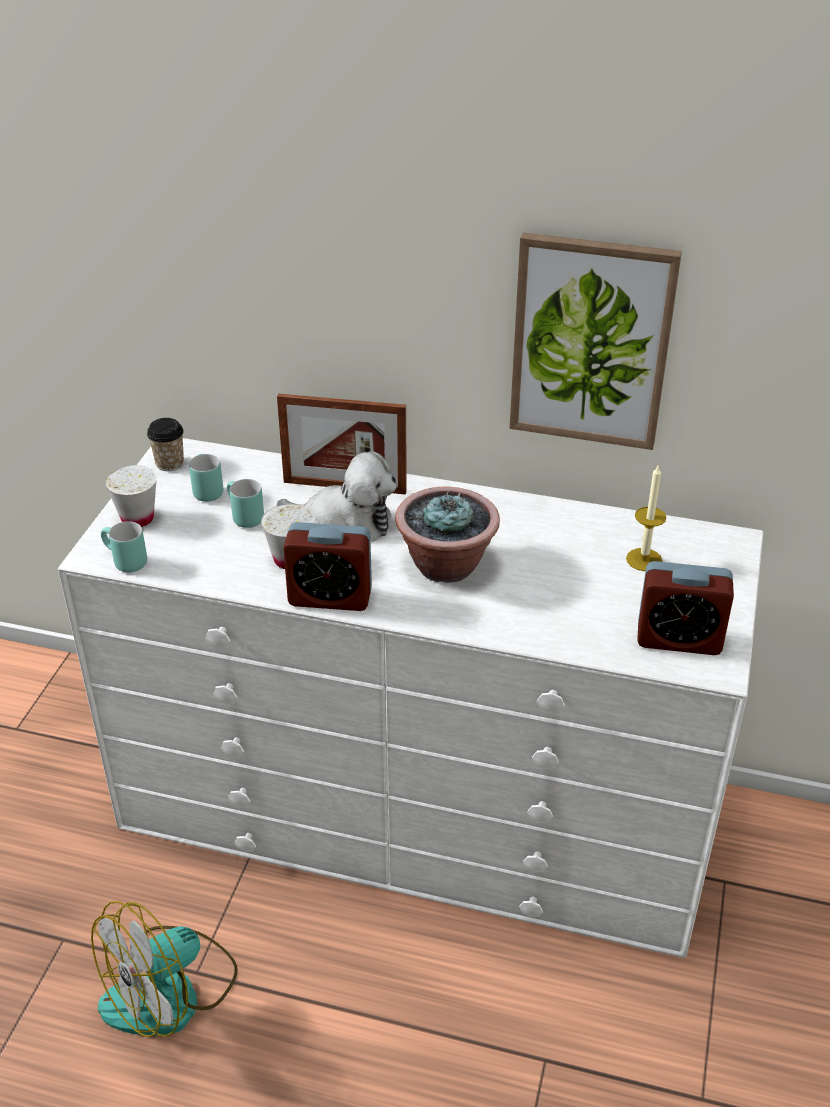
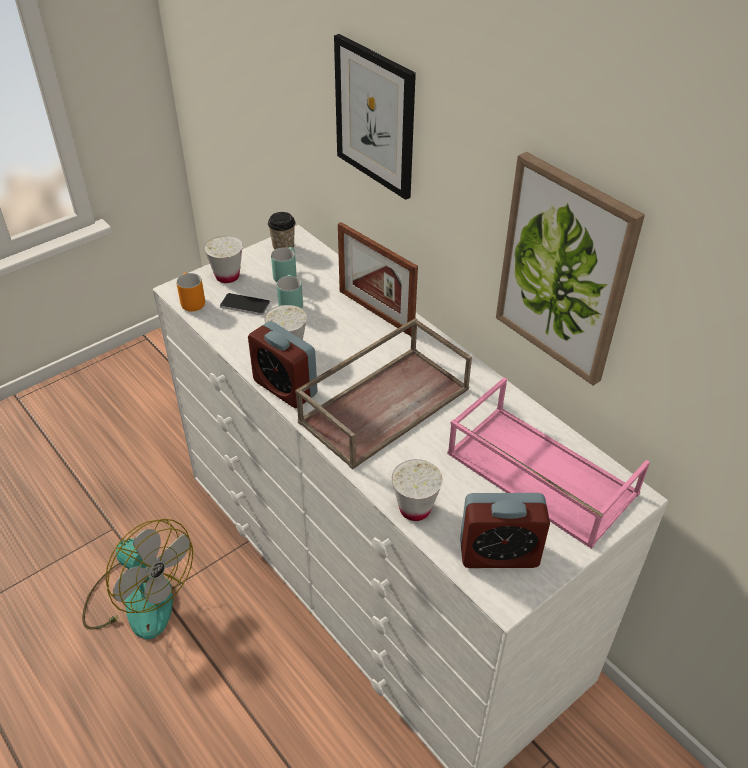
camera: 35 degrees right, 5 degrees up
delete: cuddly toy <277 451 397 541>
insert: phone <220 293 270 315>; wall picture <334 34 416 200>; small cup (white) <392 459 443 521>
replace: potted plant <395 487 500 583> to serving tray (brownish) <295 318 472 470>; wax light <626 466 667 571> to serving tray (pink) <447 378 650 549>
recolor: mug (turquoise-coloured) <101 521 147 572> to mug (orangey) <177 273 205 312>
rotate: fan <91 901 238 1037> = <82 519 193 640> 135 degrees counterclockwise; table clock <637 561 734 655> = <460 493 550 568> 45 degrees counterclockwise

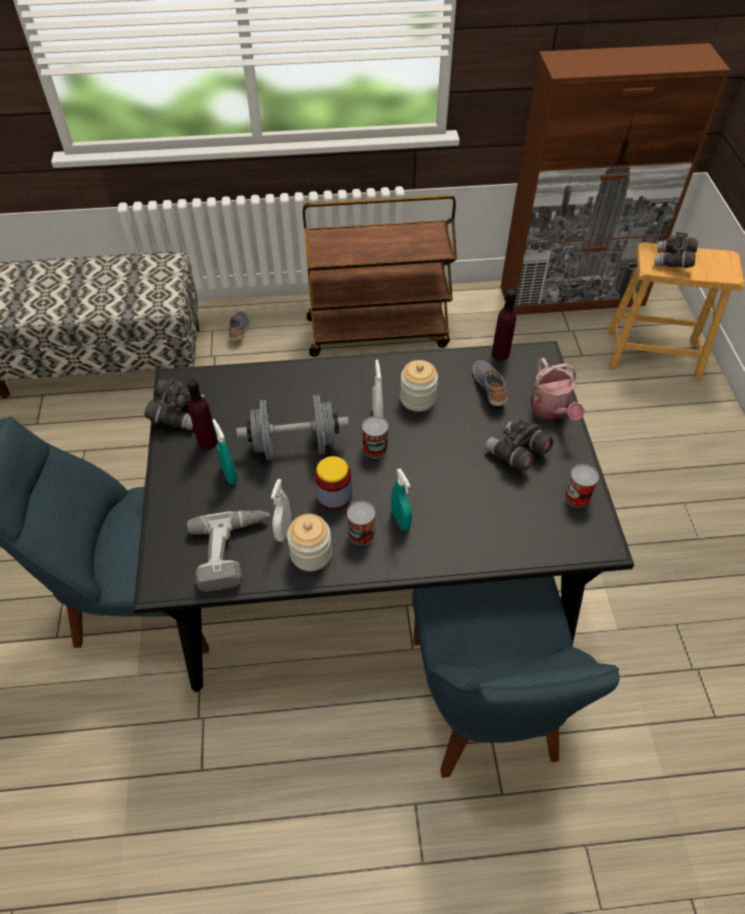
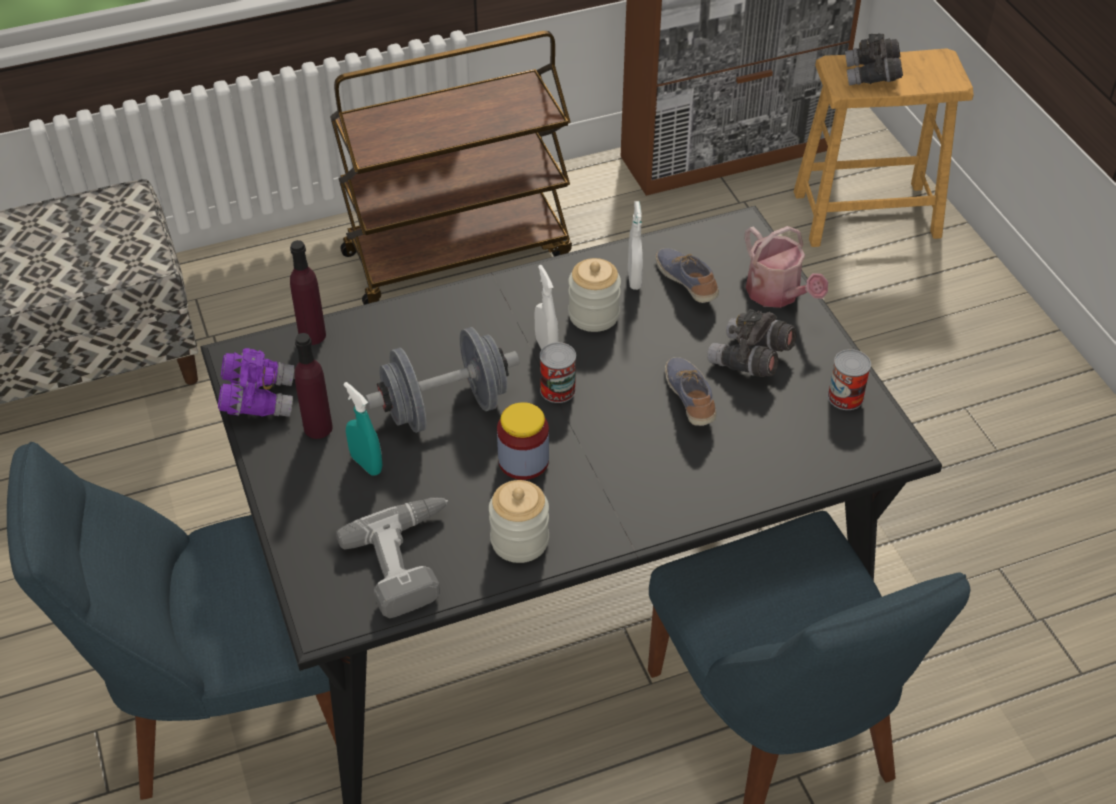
camera: 15 degrees left, 5 degrees down
delete: sealed can <347 501 375 545>; hand sprayer (turquoise-coloured) <391 469 412 531>
move: item of footwear <228 311 250 341> to <665 357 716 426>; hand sprayer (white) <271 479 291 542> to <628 201 643 290>; bottle (purplish) <492 289 516 360> to <290 240 326 345>
recolor: pair of binoculars (gray) <144 379 205 430> to pair of binoculars (purplish) <218 348 294 417>

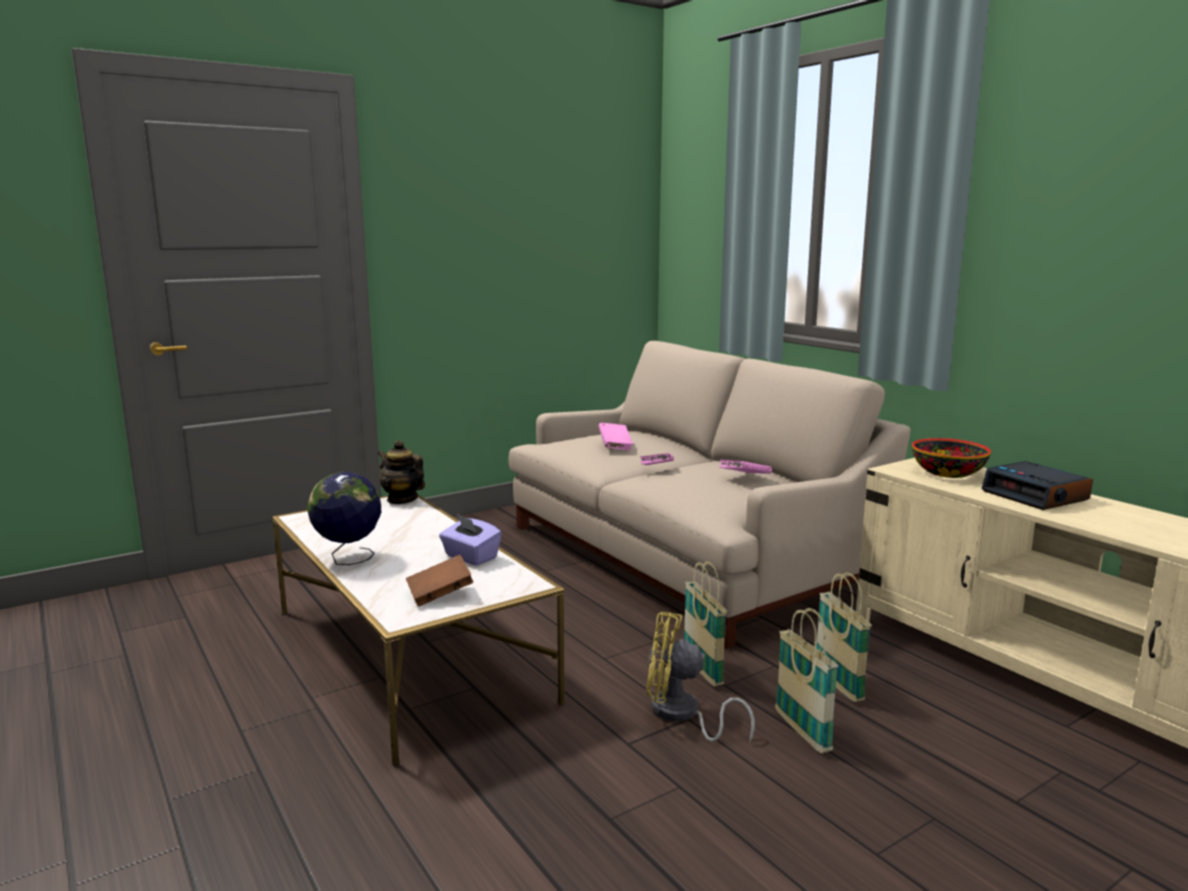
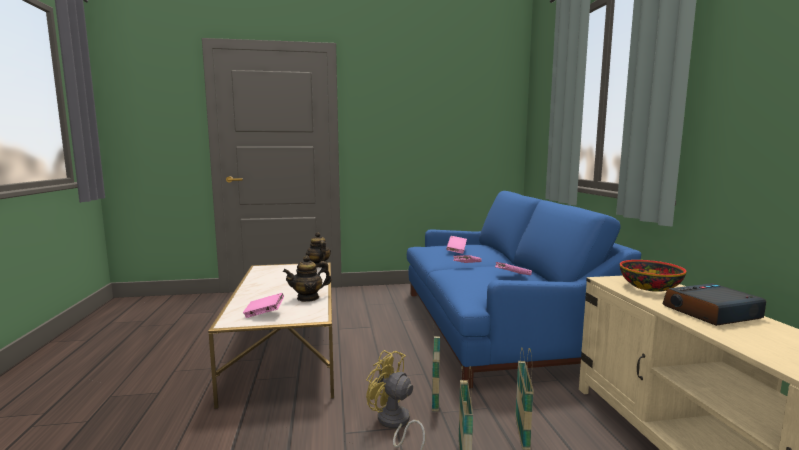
camera: 25 degrees right, 5 degrees down
delete: world globe <308 472 381 565>
replace: tissue holder (purplish) <439 514 502 566> to teapot <283 255 331 302>
recolor: volume (brownish) <406 555 474 606> to volume (pink) <243 293 284 318>; couch (sand-coloured) <509 341 911 649> to couch (blue-coloured) <407 191 641 388>
rotate: table clock <981 461 1093 510> = <662 283 766 326> 75 degrees clockwise

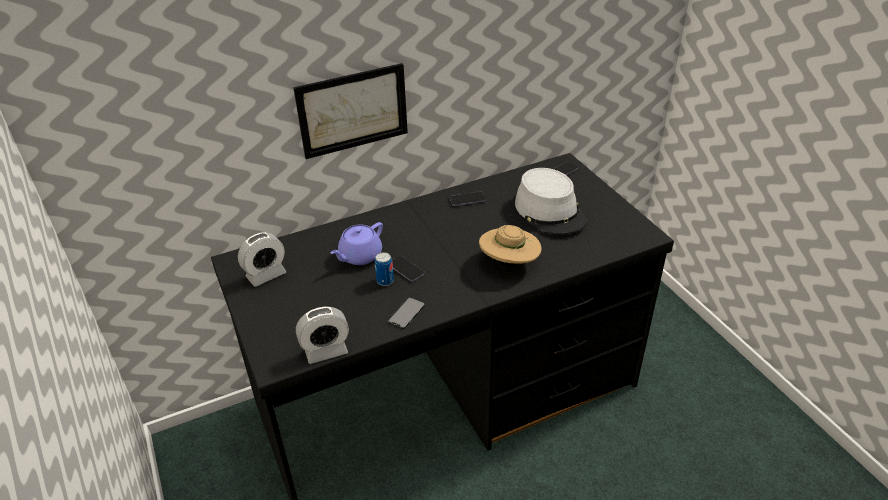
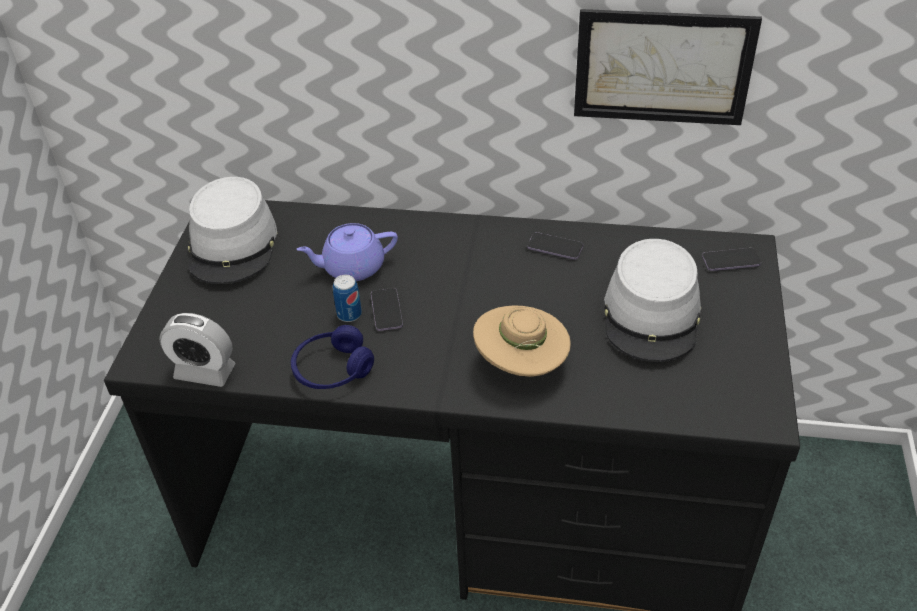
camera: 35 degrees right, 5 degrees up
move: wall picture <293 63 408 159> to <574 9 762 125>
replace: table clock <238 232 286 287> to clothing hat (gray) <188 177 277 284>; phone <388 297 425 329> to headset (blue-coloured) <291 325 374 389>

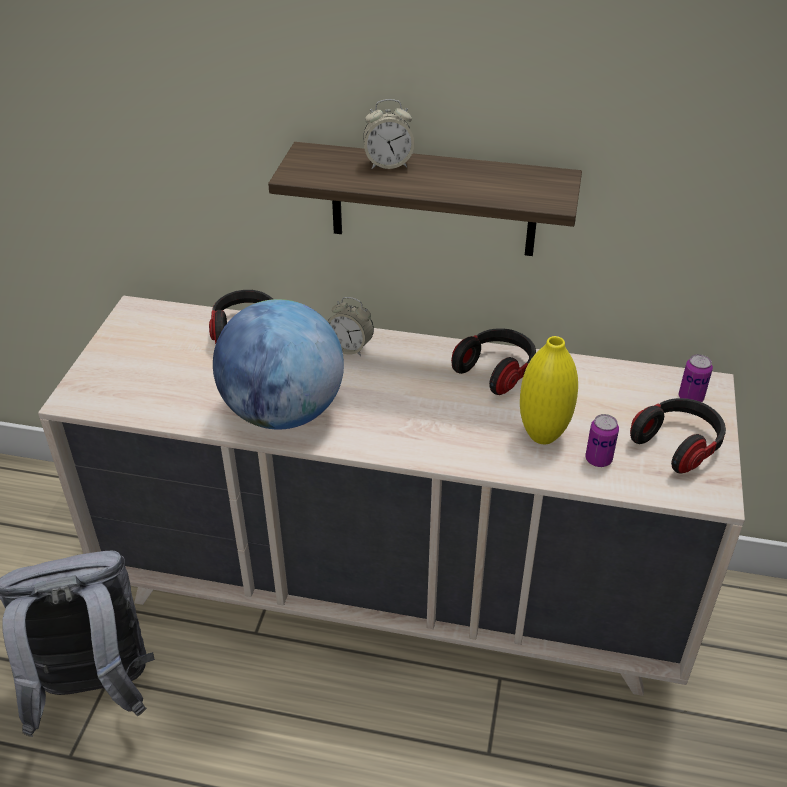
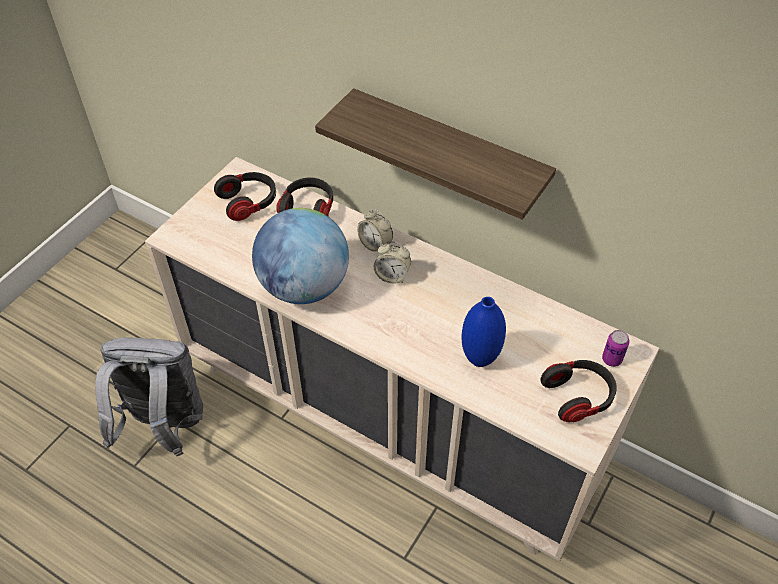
camera: 20 degrees right, 10 degrees up
delete: sealed can <585 414 619 467>
move: table clock <363 99 414 169> to <374 241 411 283>; headset <451 328 536 395> to <214 172 276 221>
recolor: decorative vase (yellowish) <520 336 578 444> to decorative vase (blue-coloured) <462 297 506 367>

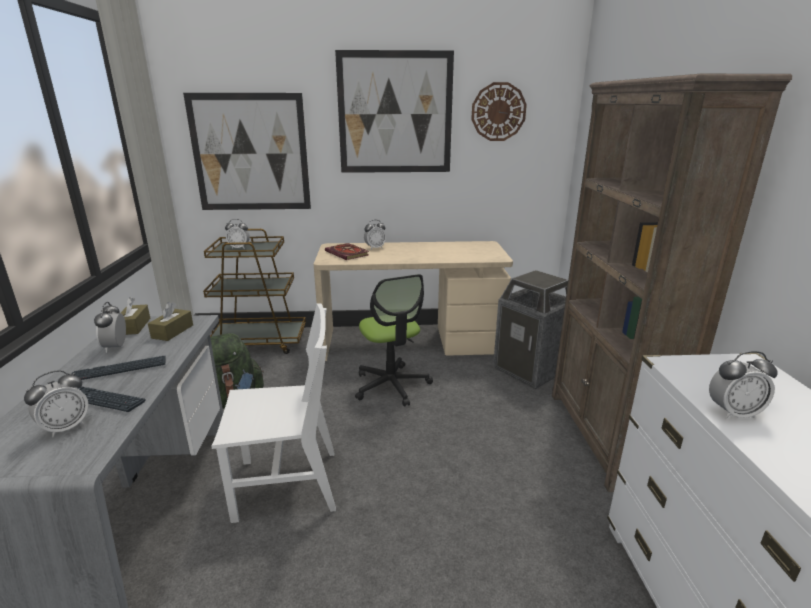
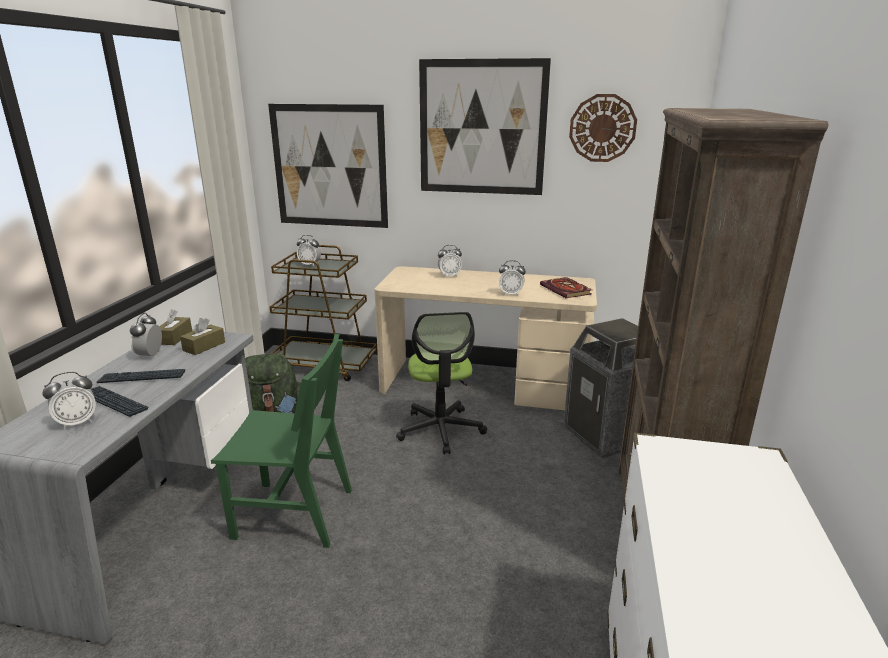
camera: 15 degrees right, 0 degrees up
move: volume <325 243 369 260> to <540 277 592 298>; table clock <709 351 778 419> to <499 260 526 295>
recolor: upright chair (white) <211 303 336 523> to upright chair (green) <211 334 352 548>

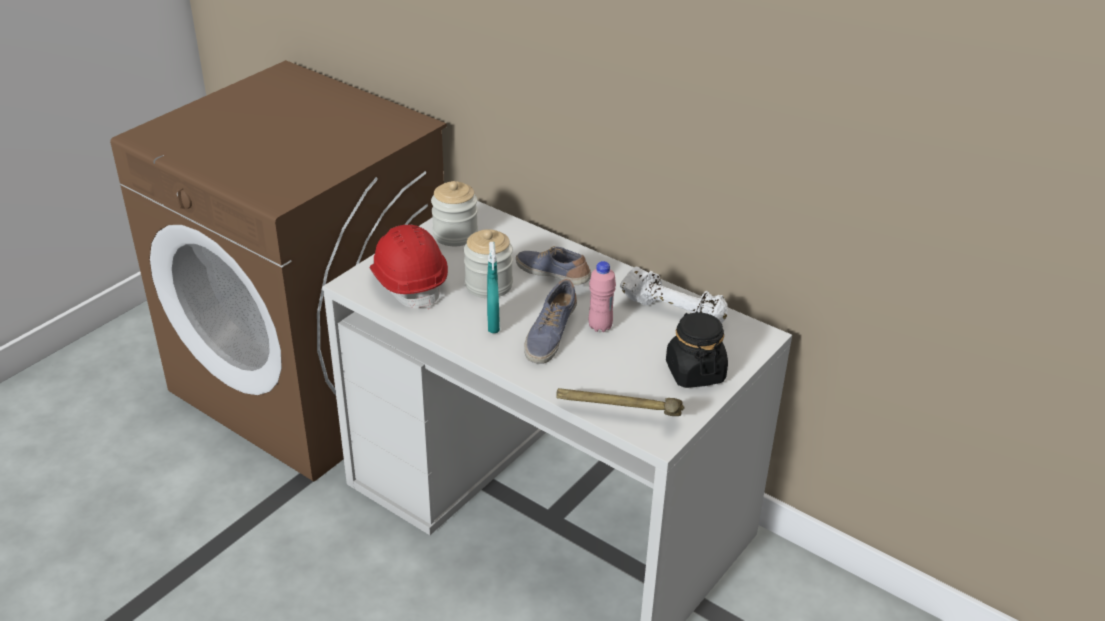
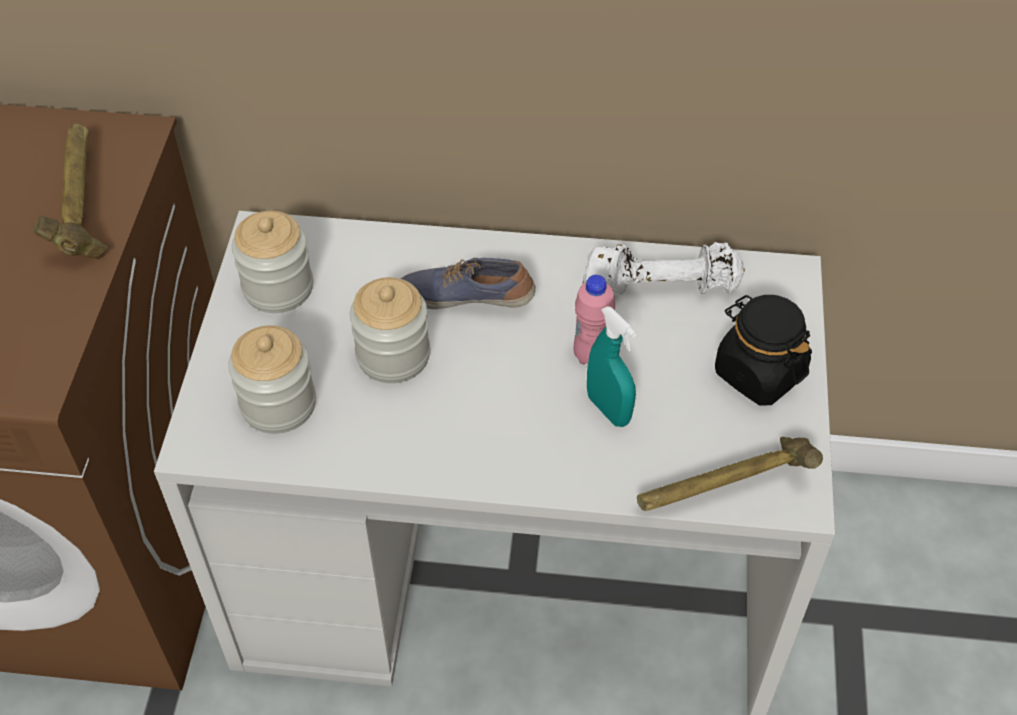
camera: 30 degrees left, 15 degrees up
delete: item of footwear <524 279 577 364>
insert: tool hammer <33 123 108 259>
move: hand sprayer (turquoise-coloured) <487 242 500 333> to <587 306 636 427>
replace: work helmet (reddish) <370 225 448 309> to storage jar <228 325 316 434>

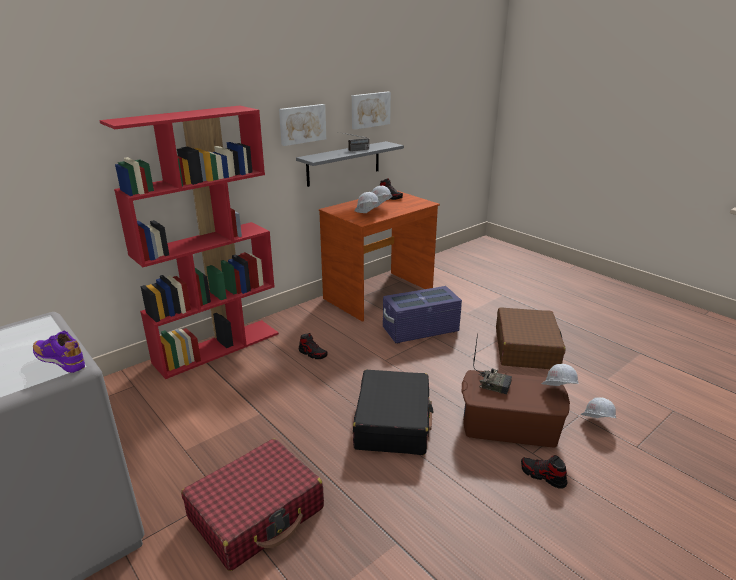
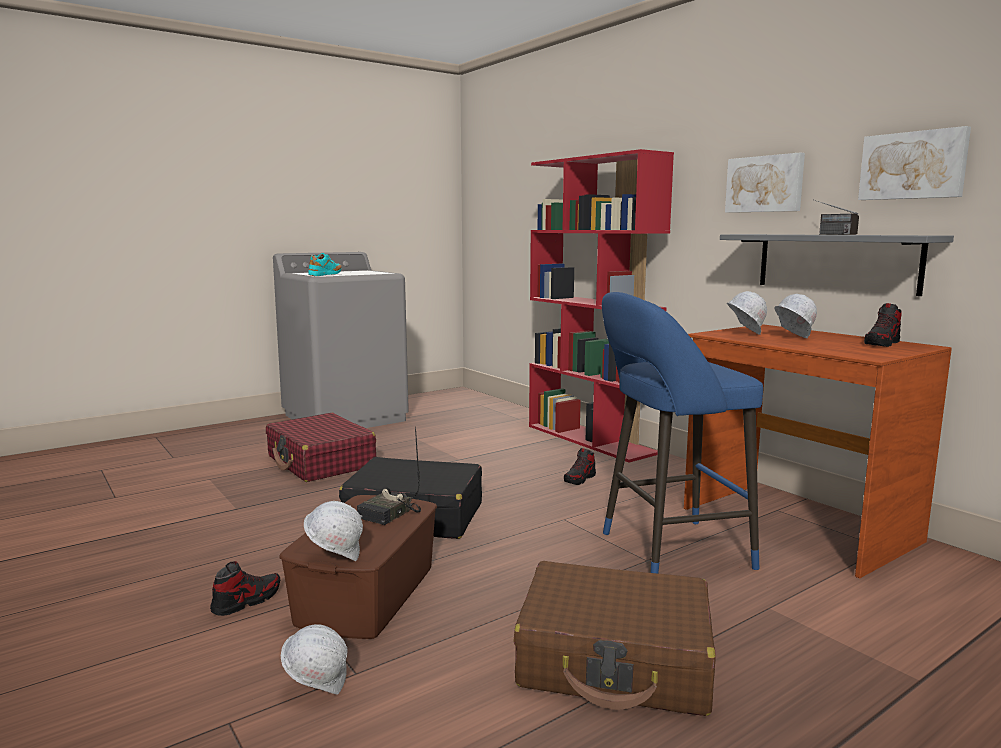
camera: 95 degrees right, 15 degrees down
replace: storage box (purplish) <383 286 462 343> to sitting stool (blue-coloured) <602 292 763 574>
recolor: item of footwear (purplish) <33 330 85 373> to item of footwear (turquoise-coloured) <308 253 342 276>

